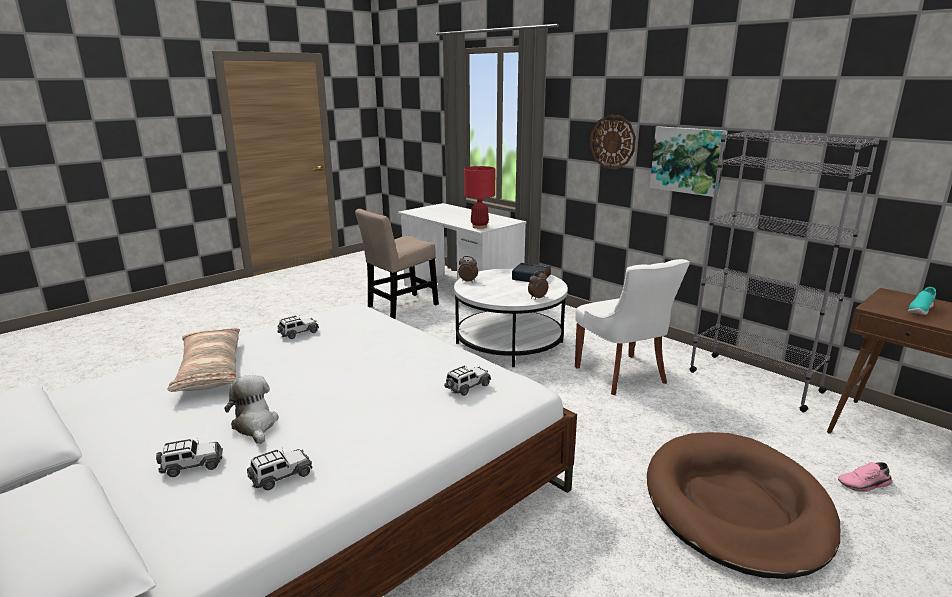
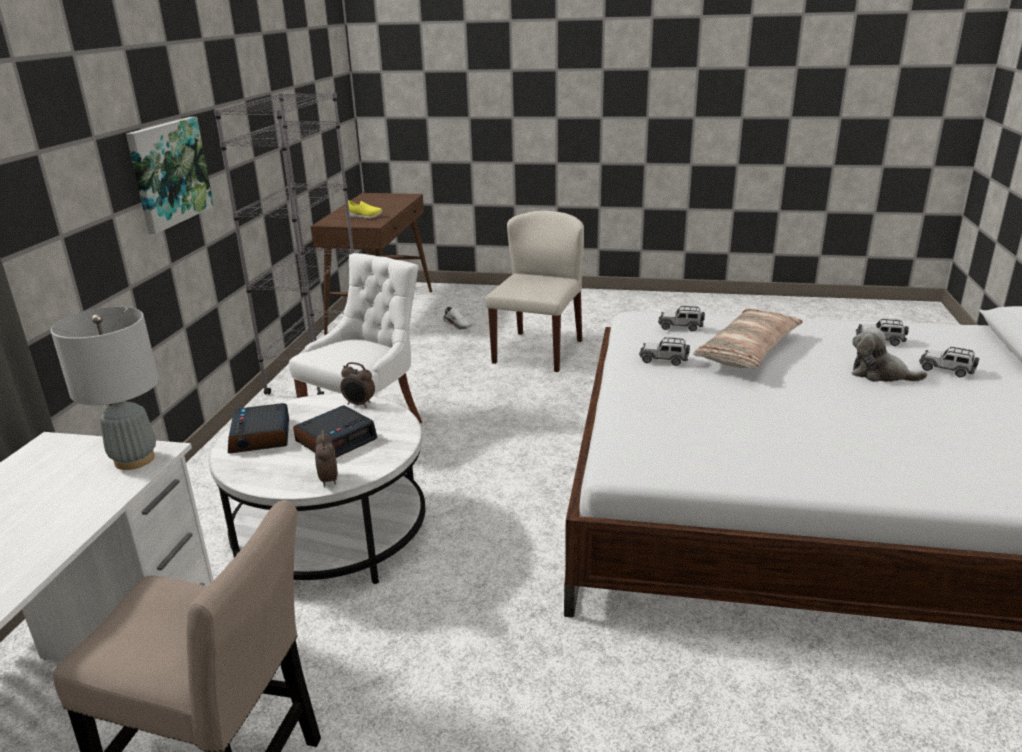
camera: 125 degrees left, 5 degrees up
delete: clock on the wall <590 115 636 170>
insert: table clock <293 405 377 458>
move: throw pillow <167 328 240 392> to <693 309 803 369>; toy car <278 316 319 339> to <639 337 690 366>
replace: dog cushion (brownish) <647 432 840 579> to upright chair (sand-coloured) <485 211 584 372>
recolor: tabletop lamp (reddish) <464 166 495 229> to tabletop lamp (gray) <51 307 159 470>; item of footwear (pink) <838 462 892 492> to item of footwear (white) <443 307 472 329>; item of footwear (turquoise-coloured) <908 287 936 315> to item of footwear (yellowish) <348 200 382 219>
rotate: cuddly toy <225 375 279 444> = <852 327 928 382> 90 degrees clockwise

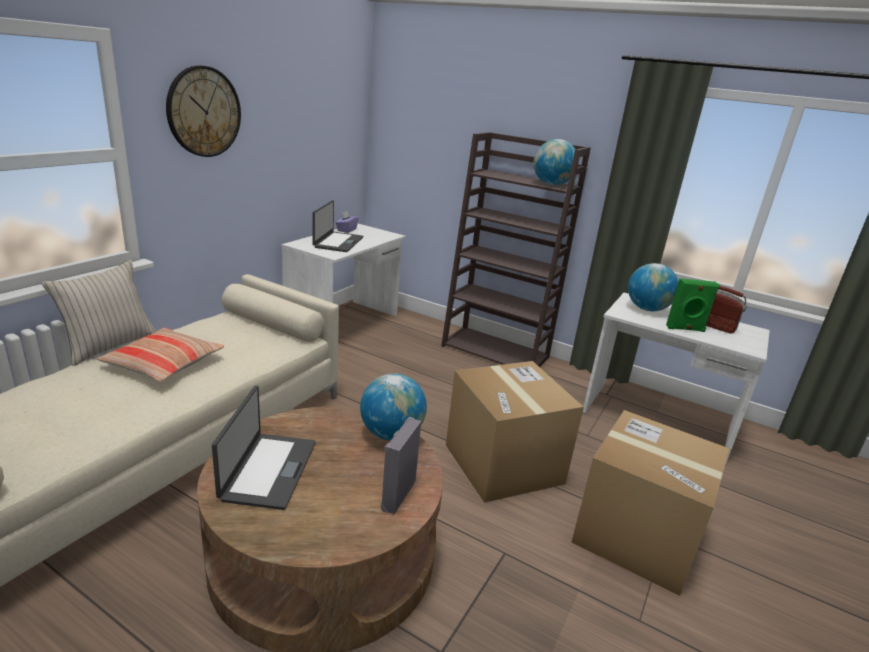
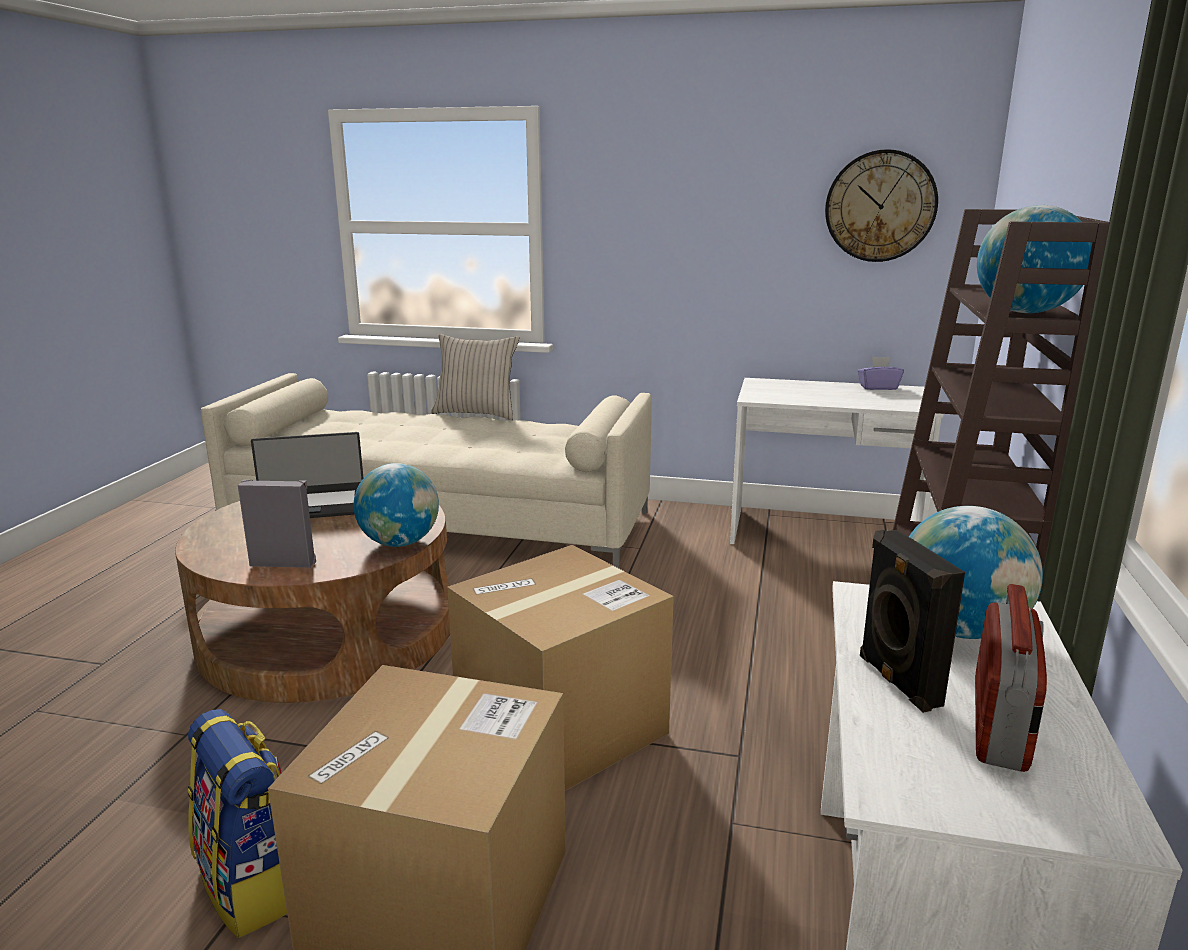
camera: 75 degrees right, 5 degrees down
delete: throw pillow <96 328 224 382>; notebook computer <313 200 363 252>
insert: rucksack <188 709 287 938>
move: clock on the wall <166 65 241 157> to <825 149 938 262>
recolor: speaker (green) <666 278 720 332> to speaker (black) <860 530 965 713>

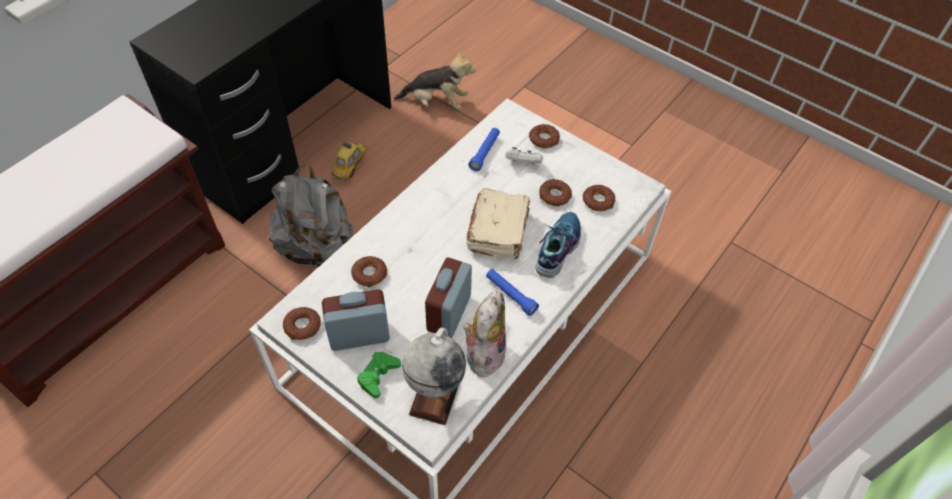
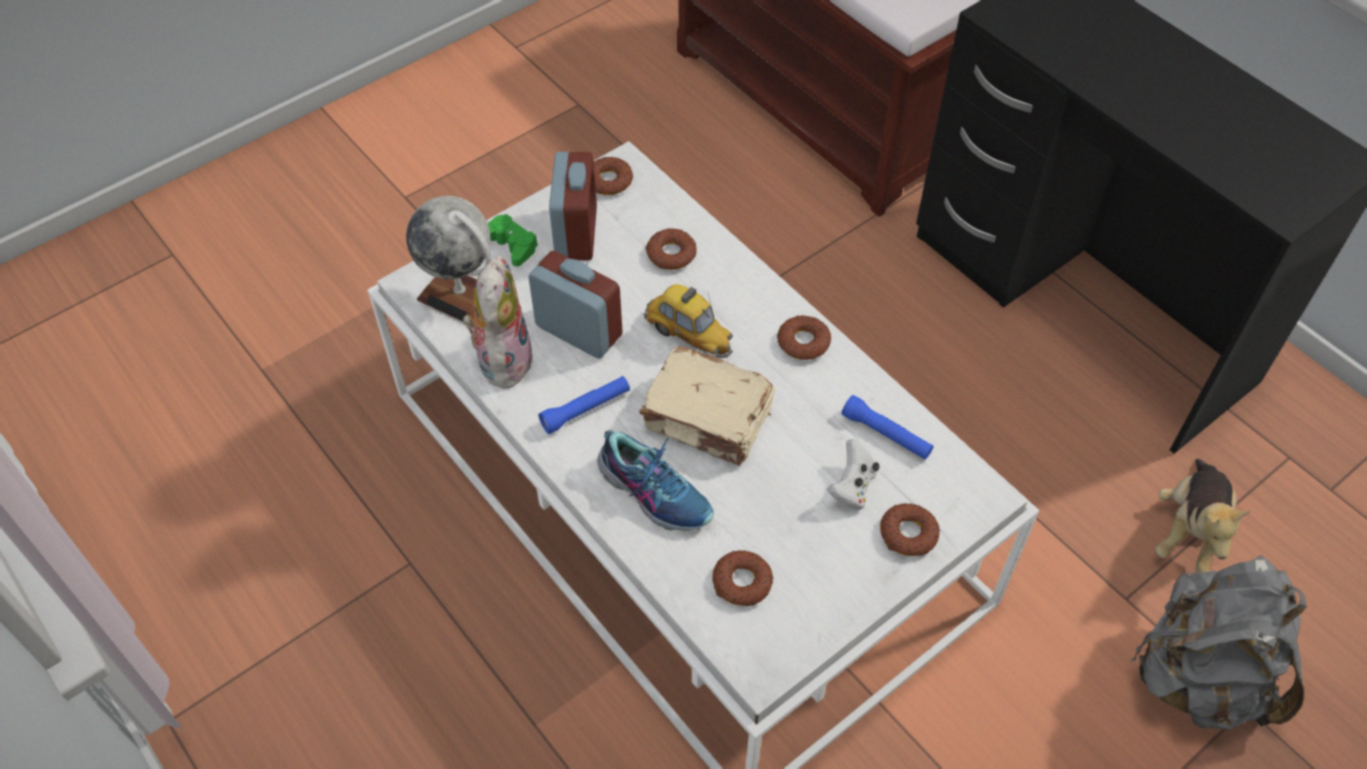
camera: 105 degrees right, 0 degrees up
move: rucksack (gray) <269 164 353 270> to <1131 555 1307 729>; toy car <331 140 367 182> to <644 284 733 359>; ring doughnut <539 179 572 206> to <777 315 831 360>
rotate: cuddly toy <463 289 506 377> = <463 255 533 389> 120 degrees counterclockwise

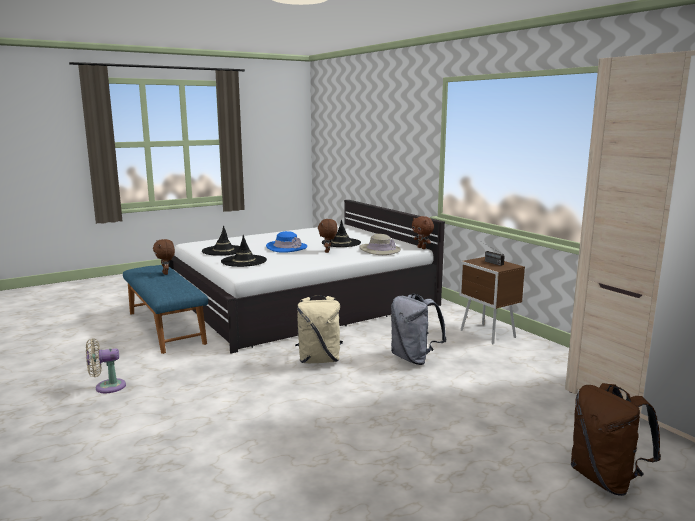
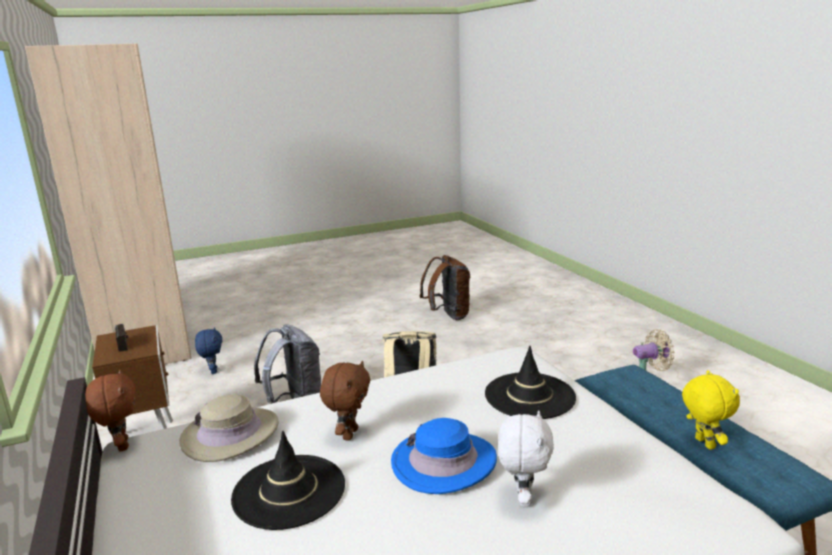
camera: 170 degrees left, 5 degrees up
delete: clothing hat (black) <202 226 240 256>
insert: cuddly toy (blue-coloured) <195 327 222 374>; cuddly toy (white) <498 410 554 507>
move: rucksack (brownish) <571 383 661 496> to <420 255 470 320>
recolor: cuddly toy (brownish) <153 239 175 275> to cuddly toy (yellowish) <682 370 740 450>

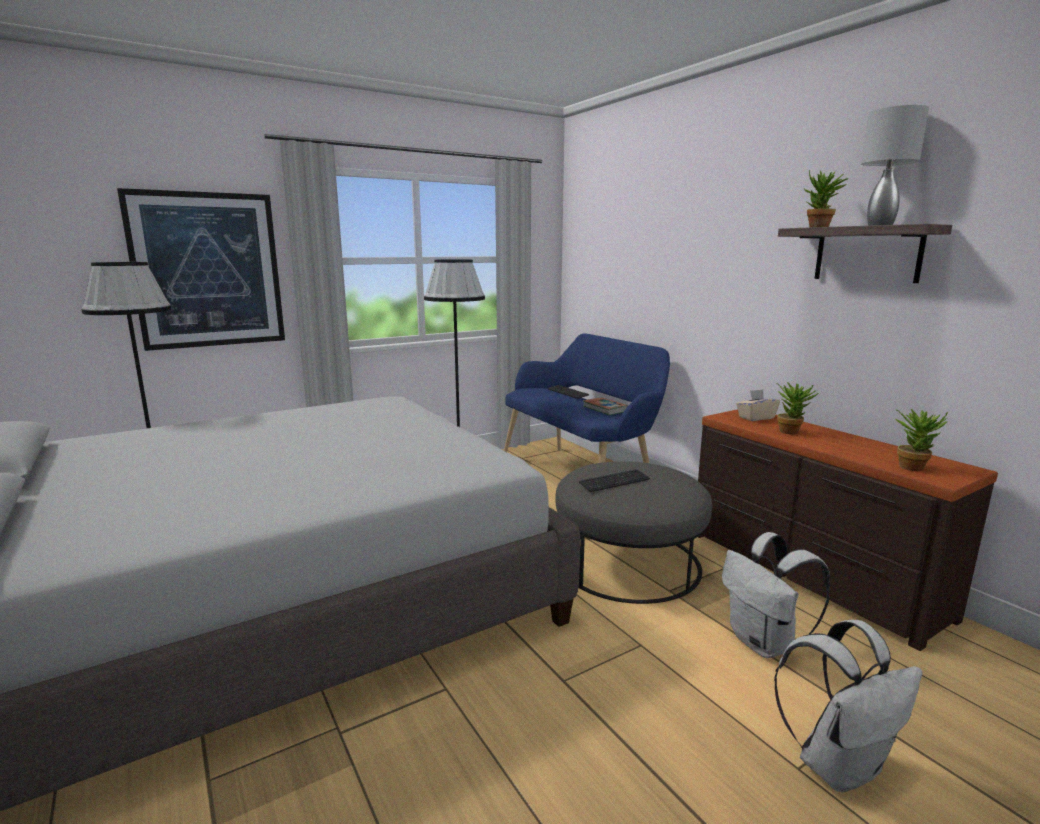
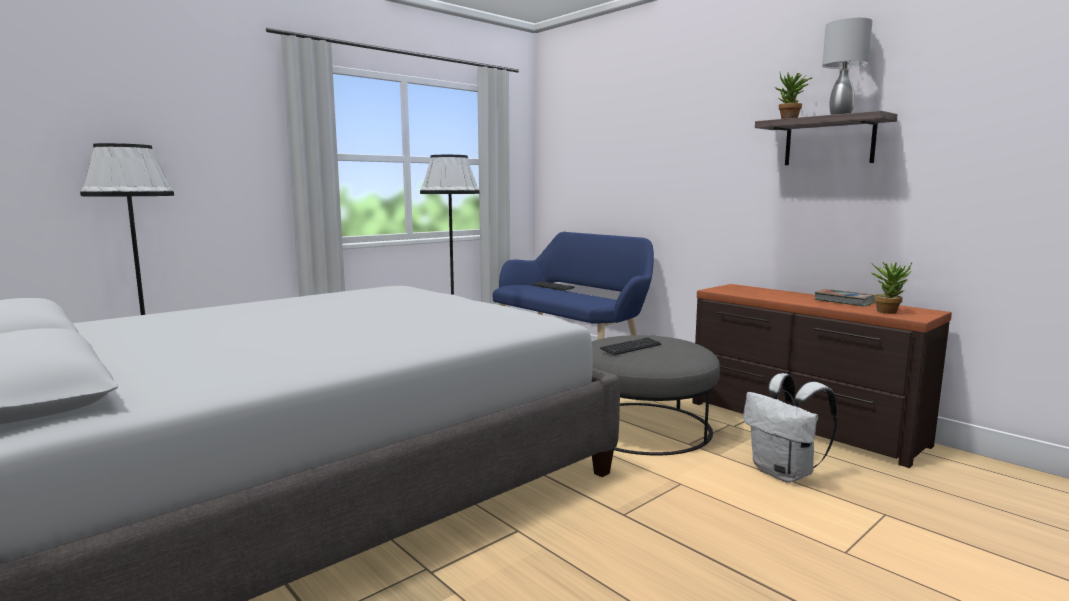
camera: 10 degrees left, 5 degrees down
delete: wall picture <117 188 285 351>; tissue holder (sand-coloured) <736 389 780 421>; rucksack (white) <774 620 923 792>; potted plant <776 382 818 435>
move: volume <583 397 628 415> to <814 289 875 306>

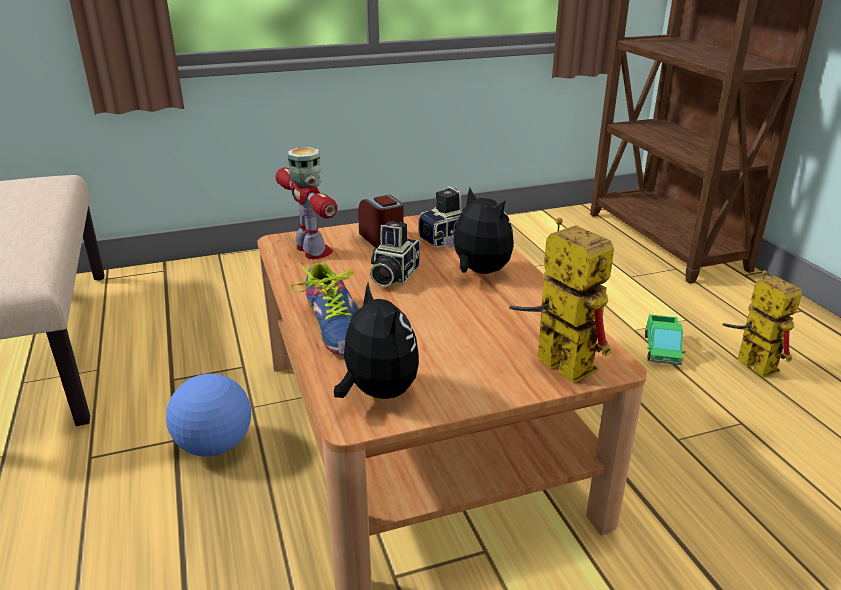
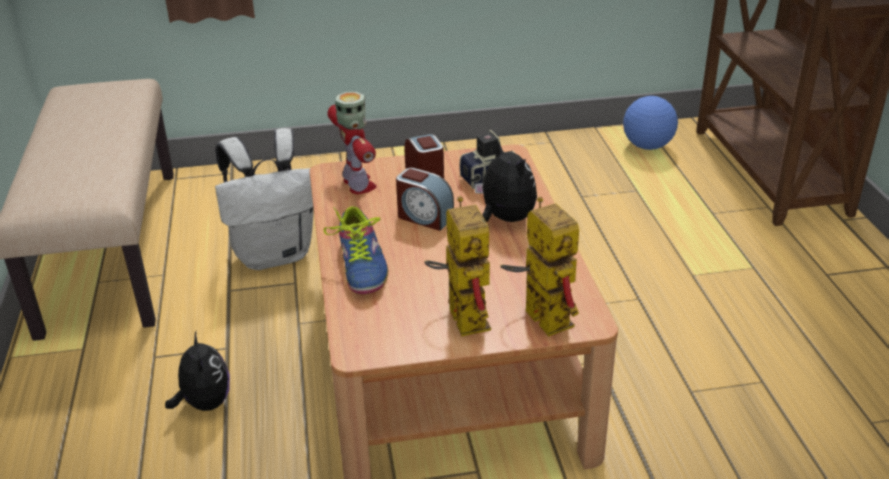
camera: 10 degrees right, 5 degrees up
delete: model truck <645 314 686 365>
insert: rucksack (white) <215 128 313 270>
move: ball for football <166 374 251 457> to <623 96 678 150>; cuddly toy <334 283 419 399> to <165 331 230 411>; robot figure <722 270 802 378> to <425 196 491 336>
replace: still camera <370 221 420 287> to table clock <396 168 454 231>

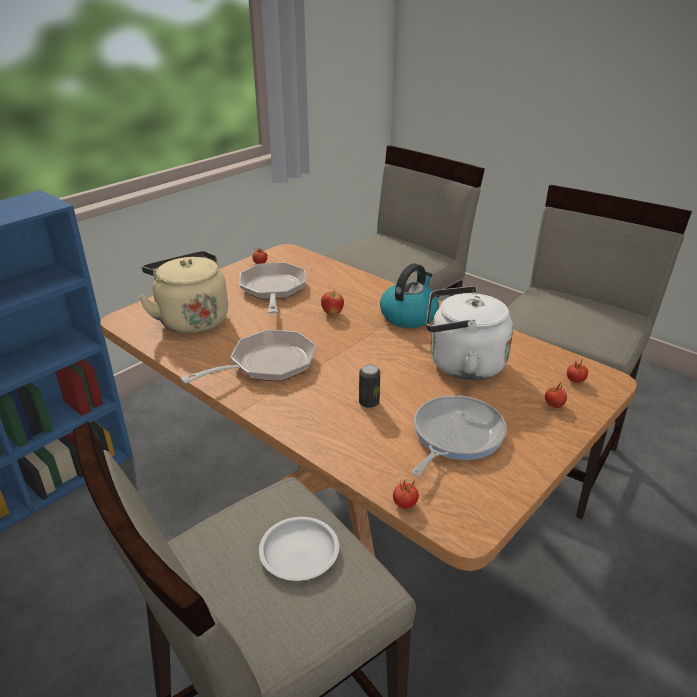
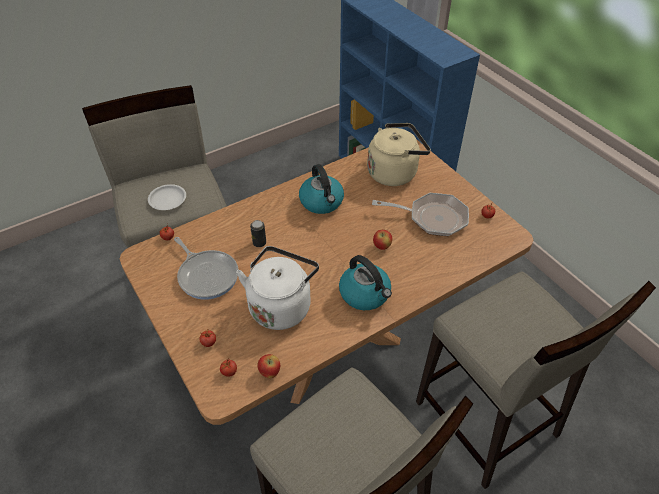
camera: 105 degrees right, 15 degrees up
insert: whole apple <257 354 280 378>
replace: pan <180 330 316 384> to kettle <299 164 344 214>

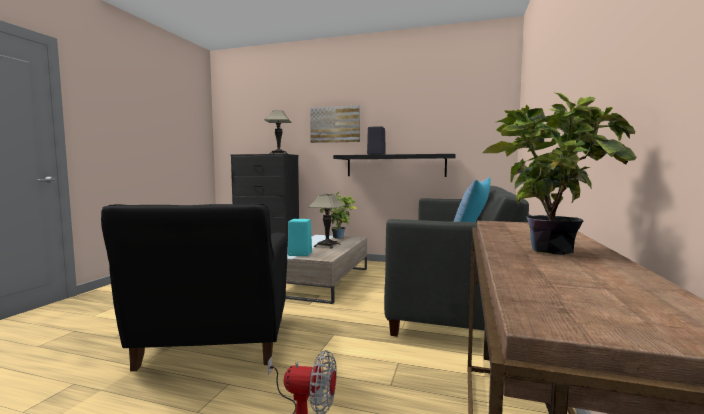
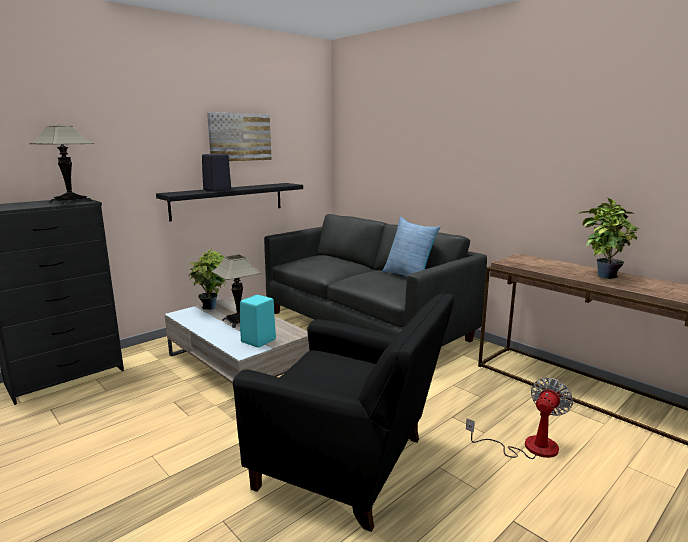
camera: 60 degrees left, 10 degrees up
move: wall picture <310 105 360 143> to <207 112 272 162>

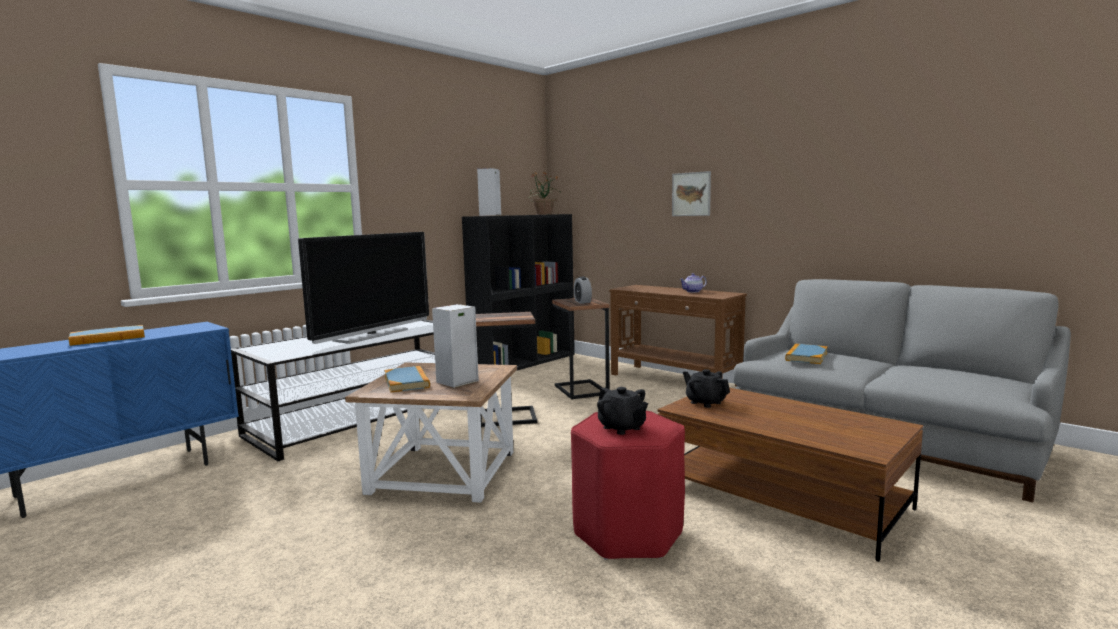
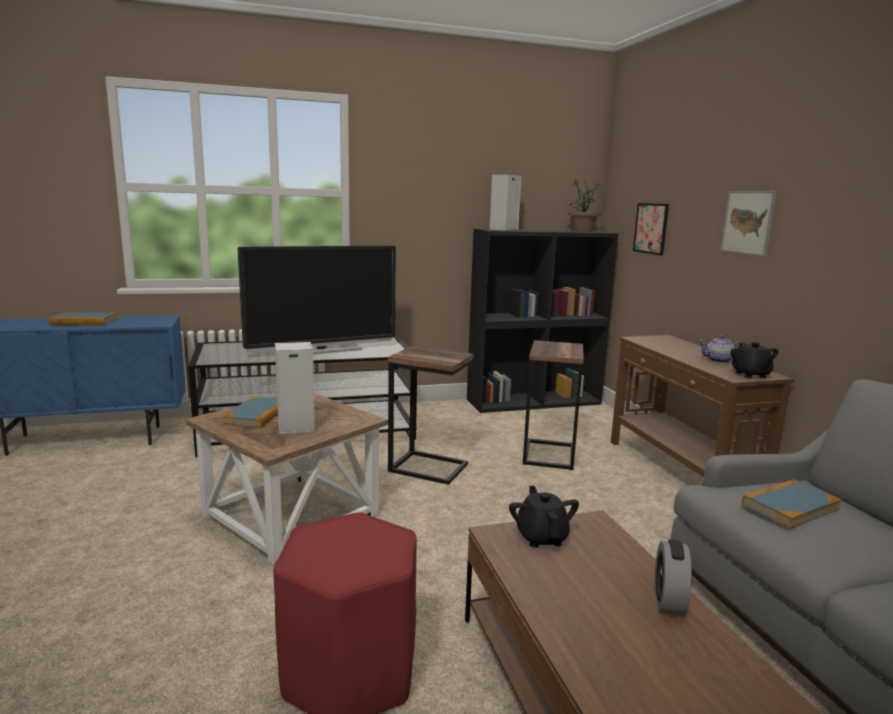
camera: 30 degrees right, 5 degrees up
insert: wall picture <633 203 669 255>
move: table clock <574 277 592 304> to <655 539 692 616>; teapot (black) <597 387 648 435> to <731 342 779 378>

